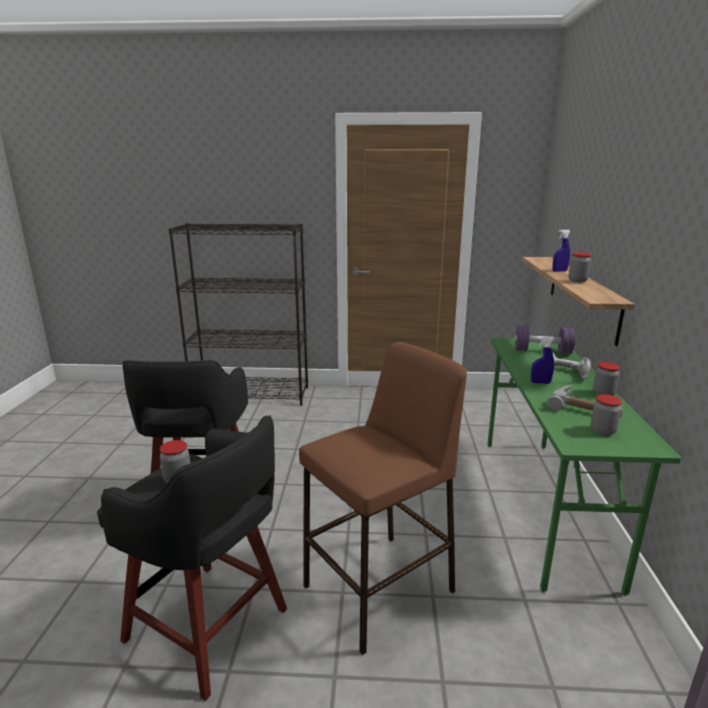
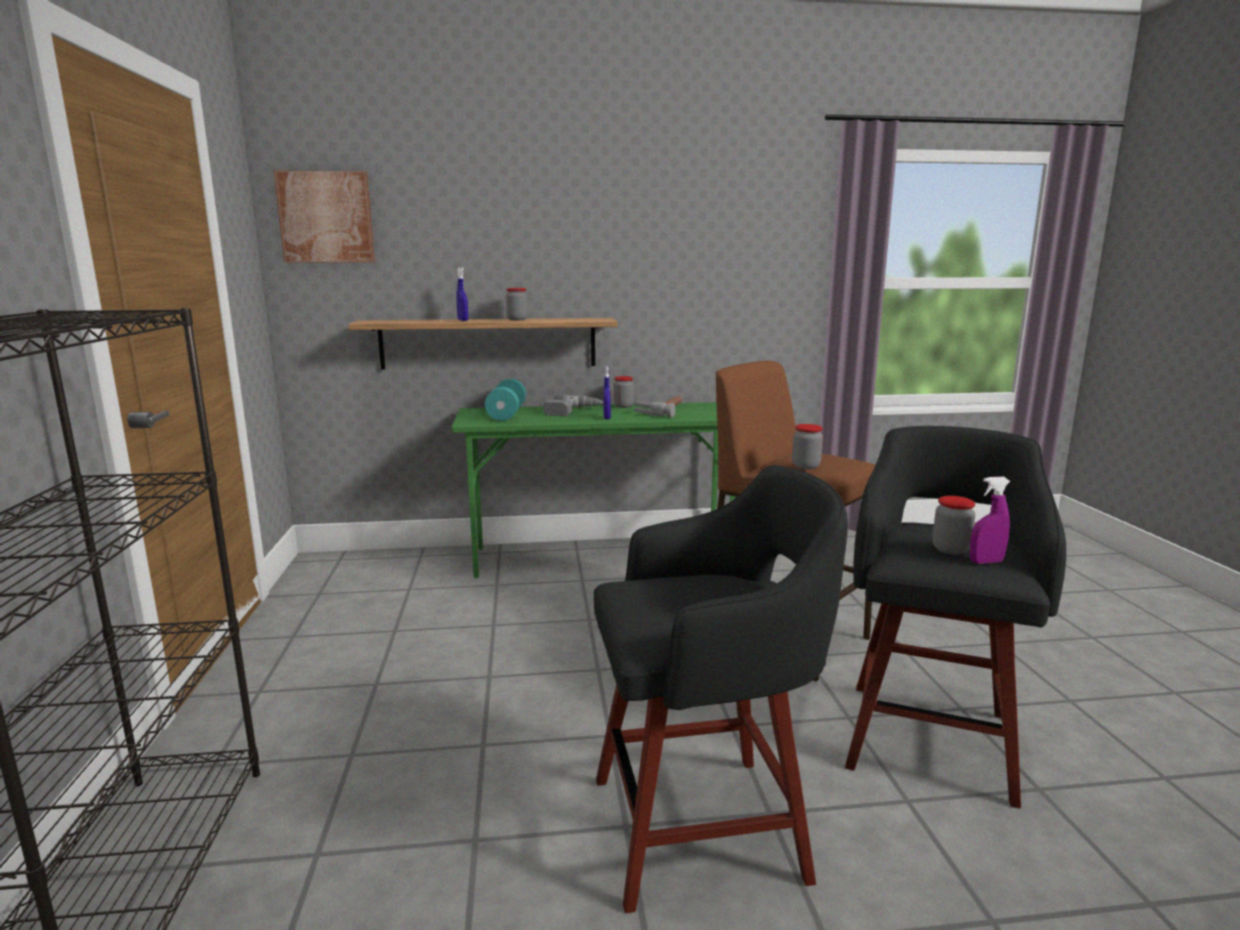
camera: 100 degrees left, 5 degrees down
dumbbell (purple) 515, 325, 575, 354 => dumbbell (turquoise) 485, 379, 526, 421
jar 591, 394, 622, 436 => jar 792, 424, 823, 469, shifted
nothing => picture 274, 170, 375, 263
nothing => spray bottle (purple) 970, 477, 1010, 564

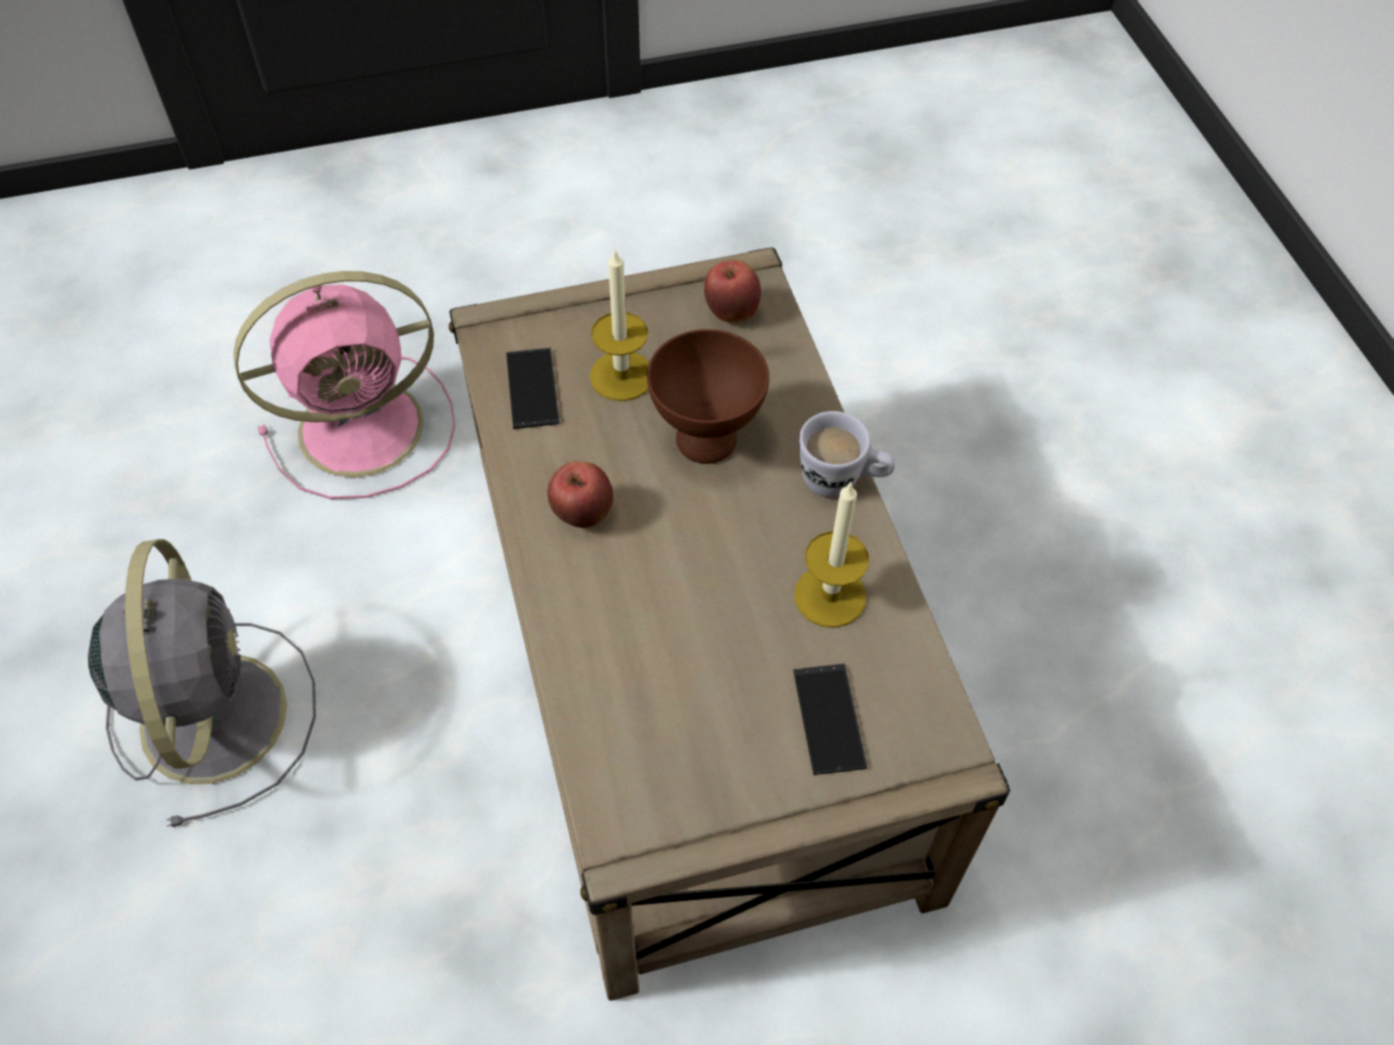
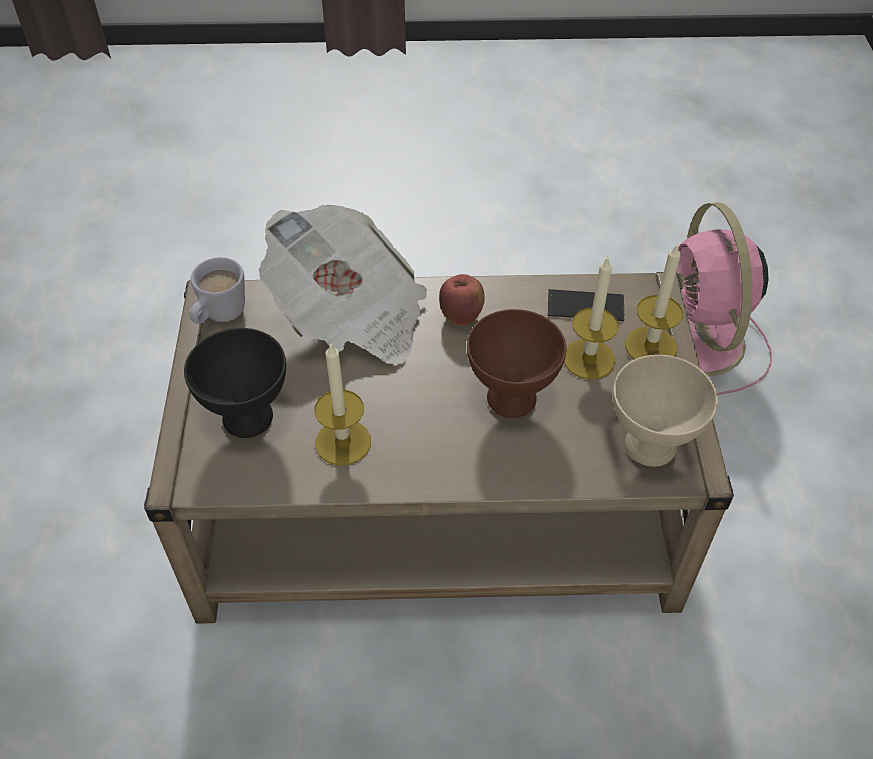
camera: 105 degrees right, 5 degrees down
fan (grey) 88, 539, 316, 827 => nothing
apple 704, 260, 761, 323 => bowl (beige) 613, 354, 718, 467
phone 793, 664, 868, 775 => bowl (black) 184, 328, 286, 438
mug (white) 799, 411, 895, 497 => mug (white) 189, 257, 245, 324, shifted
nothing => newspaper 259, 205, 427, 365
nothing => candle 625, 243, 683, 359

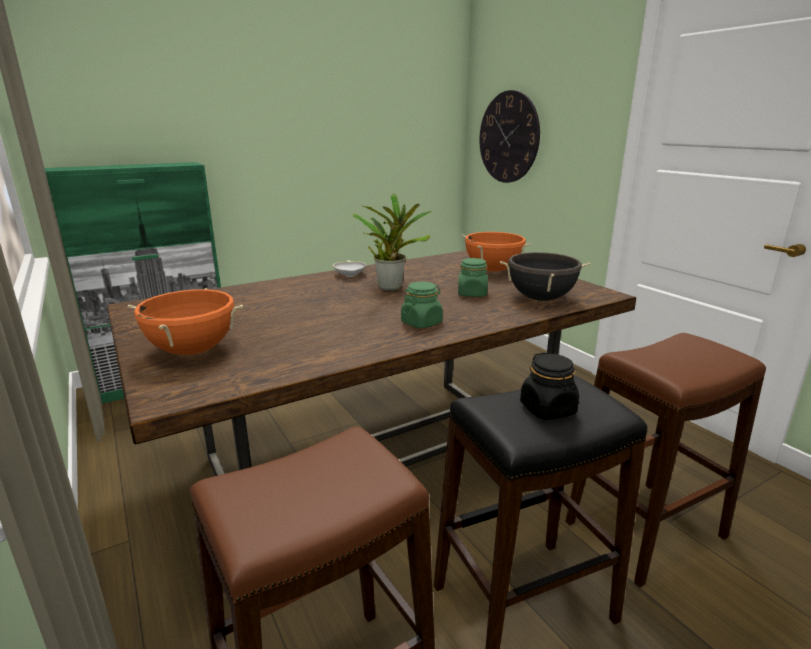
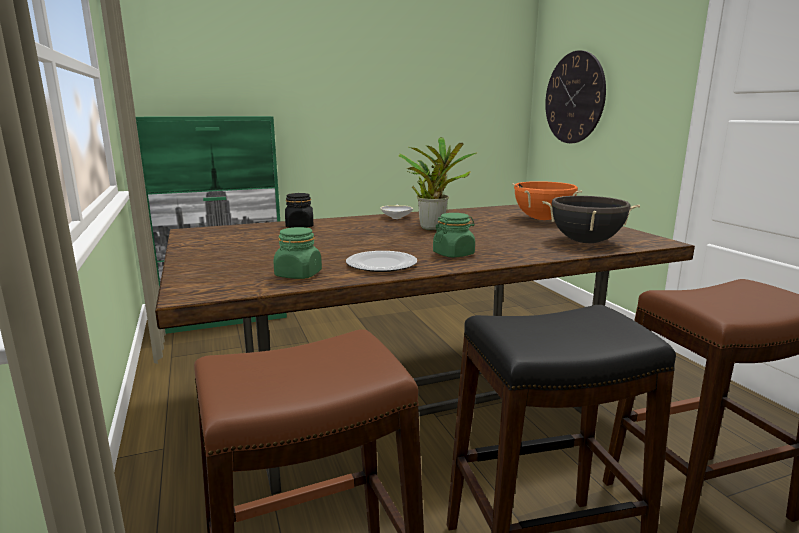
camera: 10 degrees right, 5 degrees down
cooking pot (orange) 128, 288, 243, 355 => nothing
jar (green) 458, 258, 488, 297 => jar (green) 273, 227, 322, 279, shifted
jar (black) 520, 353, 579, 420 => jar (black) 285, 193, 314, 228, shifted
nothing => plate 346, 251, 417, 272

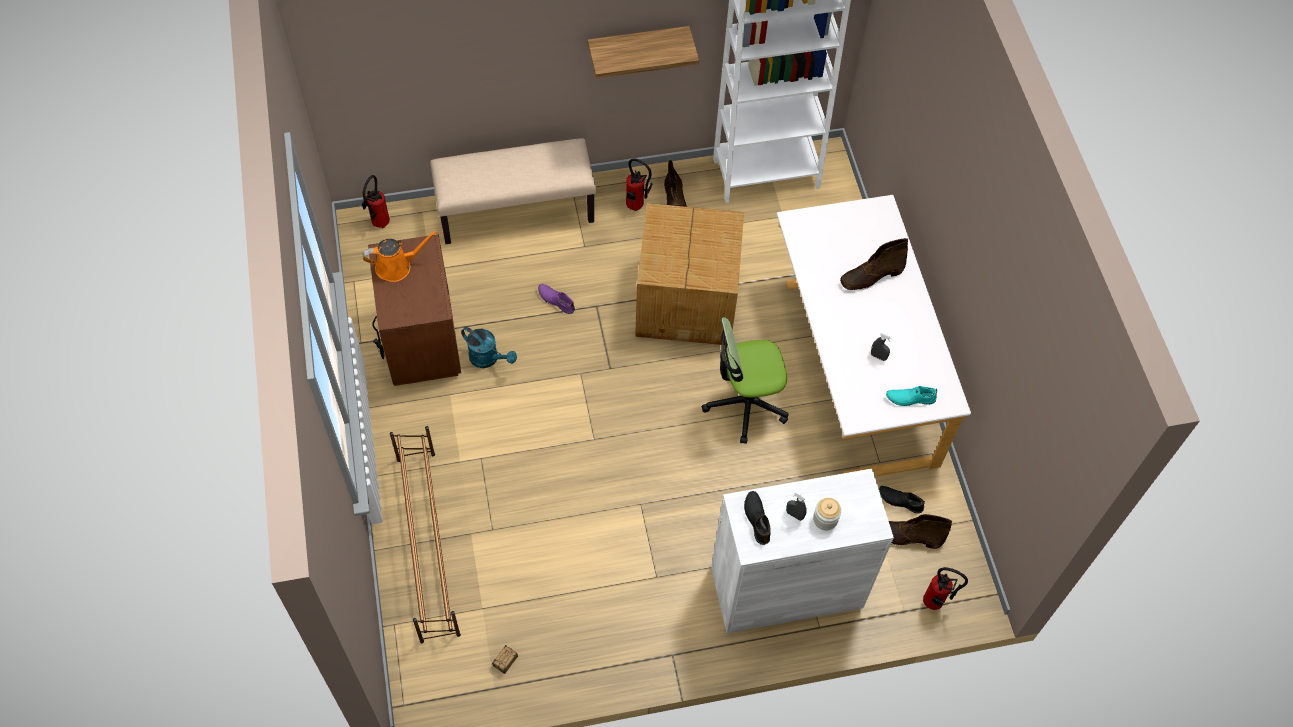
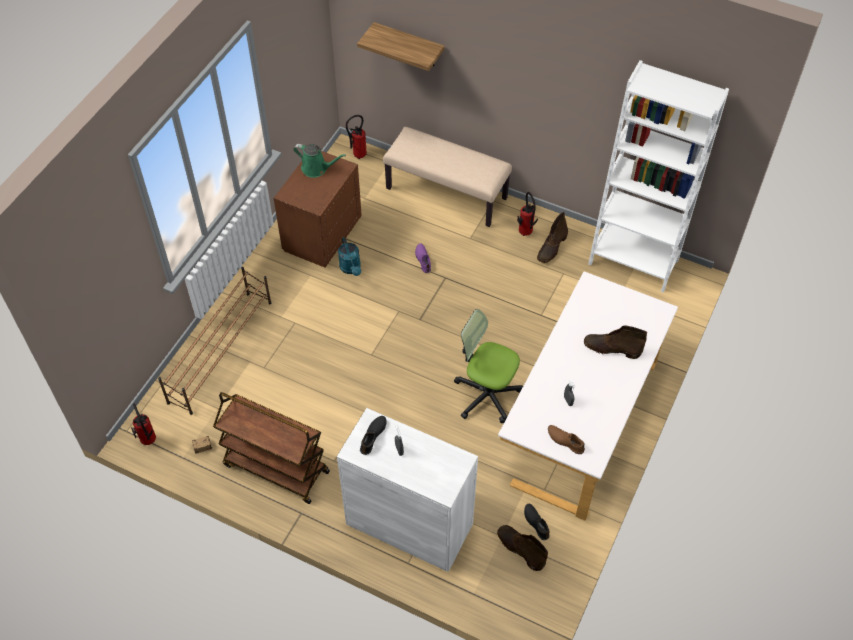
camera: 40 degrees right, 5 degrees down
watering can (orange) 362, 230, 438, 282 => watering can (green) 294, 144, 346, 178
shelf 588, 26, 699, 78 => shelf 357, 22, 445, 71, shifted
cardboard box 635, 203, 744, 345 => nothing
jar 813, 498, 841, 530 => nothing
shoe (turquoise) 886, 386, 937, 406 => shoe (brown) 548, 425, 585, 454
fire extinguisher 923, 567, 968, 610 => fire extinguisher 131, 404, 156, 445, shifted
nothing => cart (brown) 213, 392, 330, 504

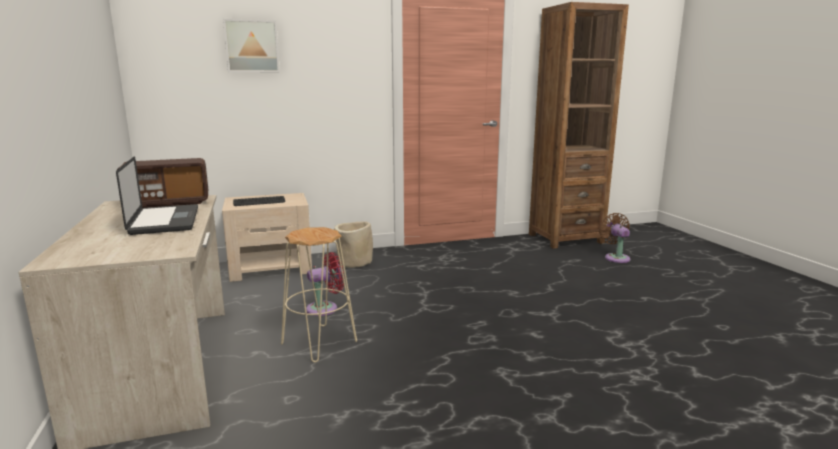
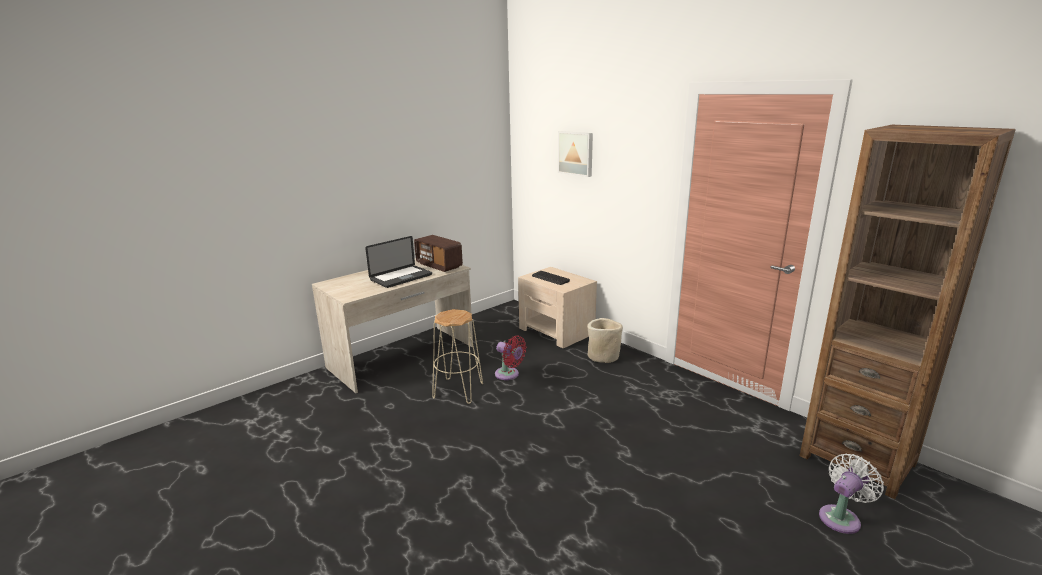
camera: 65 degrees right, 5 degrees up
fan (brown) 599, 213, 631, 263 => fan (white) 819, 454, 884, 534

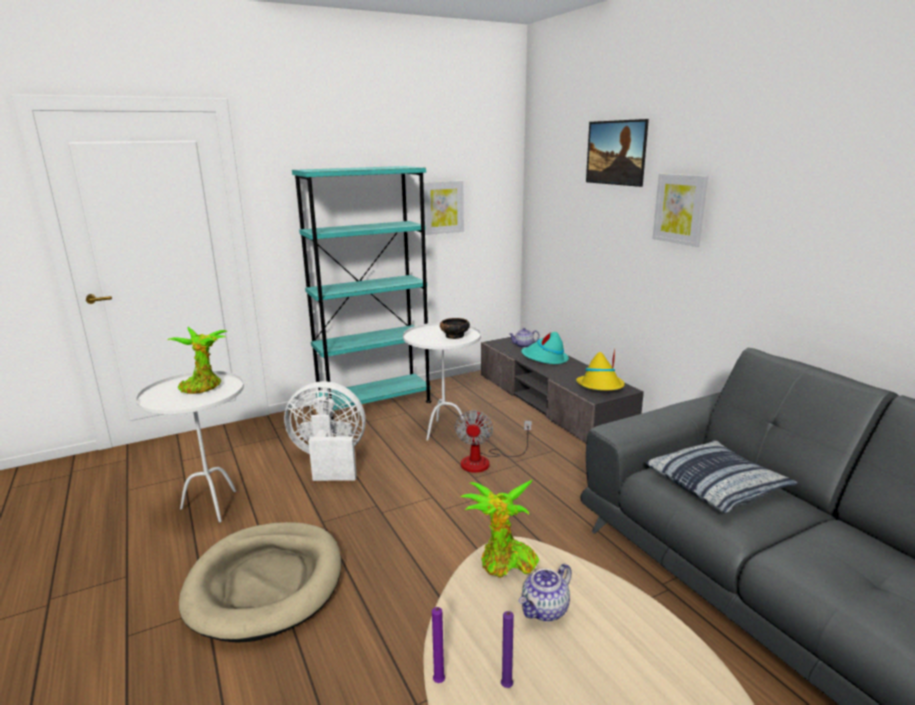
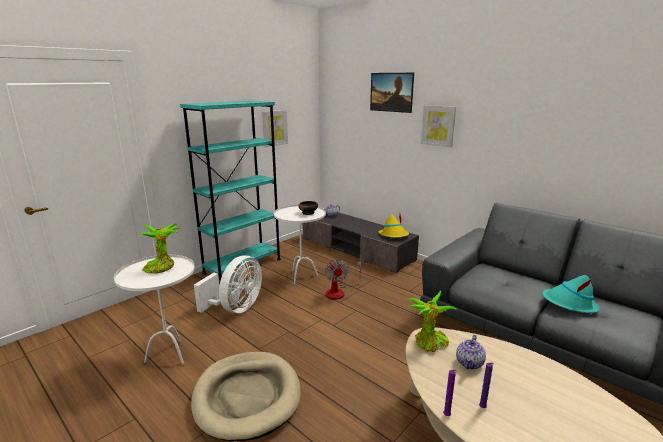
camera: 20 degrees left, 0 degrees up
fan (white) 284, 381, 366, 481 => fan (white) 194, 255, 262, 313, 135 degrees clockwise
hat (turquoise) 521, 332, 569, 364 => hat (turquoise) 542, 275, 599, 313, shifted
pillow 646, 440, 798, 514 => nothing

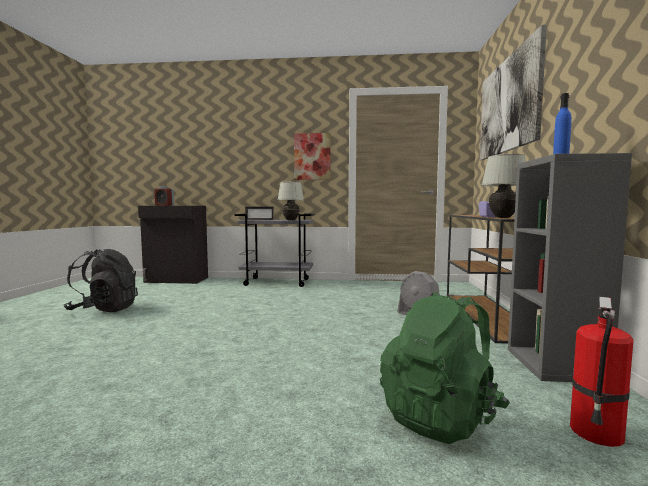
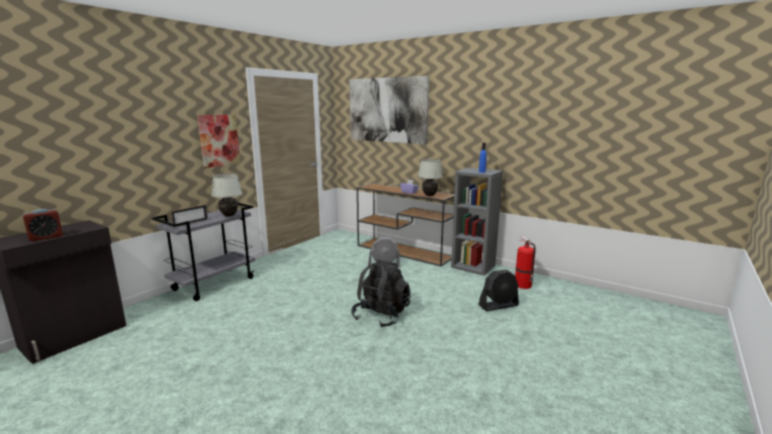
camera: 60 degrees left, 10 degrees up
backpack (black) 64, 249, 138, 312 => backpack (black) 351, 259, 411, 328, shifted
backpack (green) 380, 292, 510, 444 => fan (black) 479, 270, 519, 311

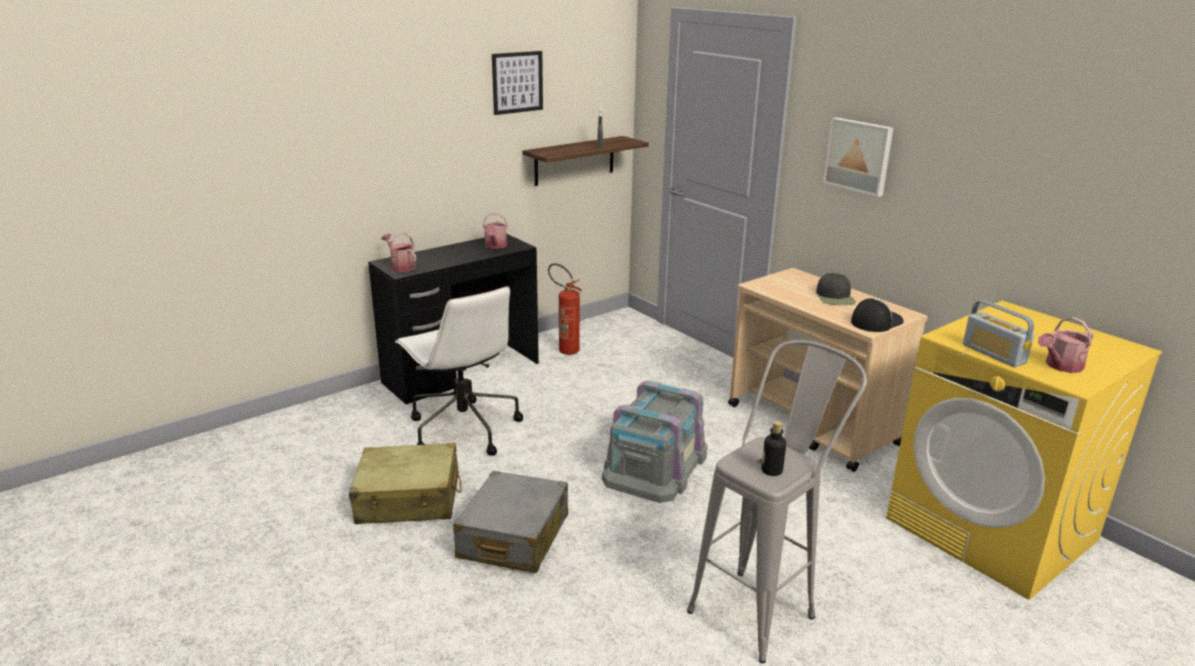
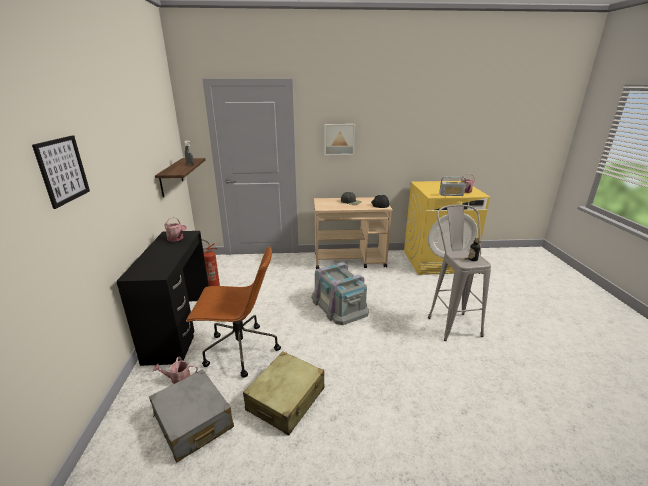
camera: 55 degrees left, 0 degrees up
watering can 381, 233, 416, 272 => watering can 153, 357, 198, 384, shifted
office chair (white) 395, 286, 523, 456 => office chair (brown) 186, 246, 281, 378
suitcase (grey) 453, 471, 568, 573 => suitcase (grey) 149, 369, 234, 462, shifted
picture 492, 51, 543, 115 => picture 32, 135, 90, 209, shifted

